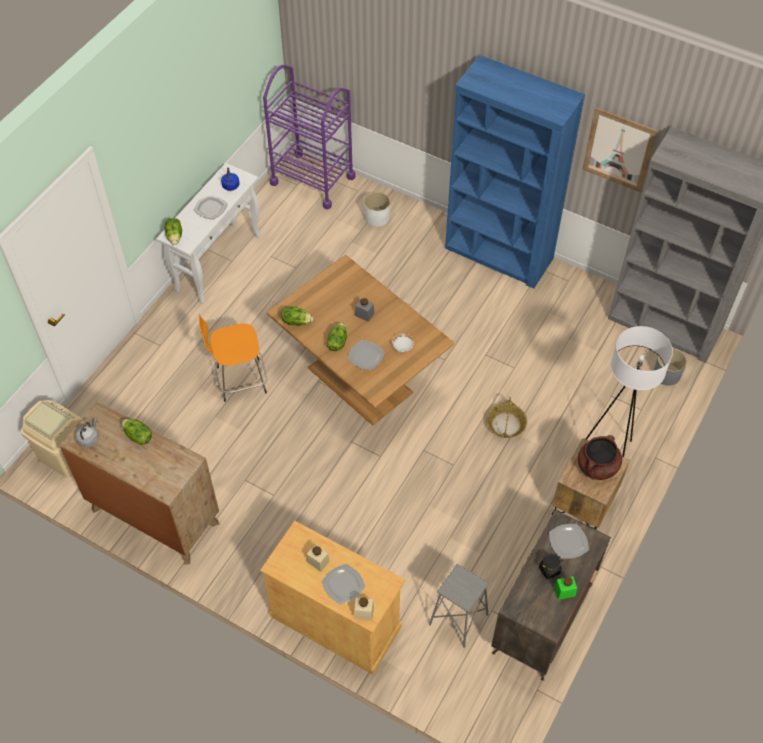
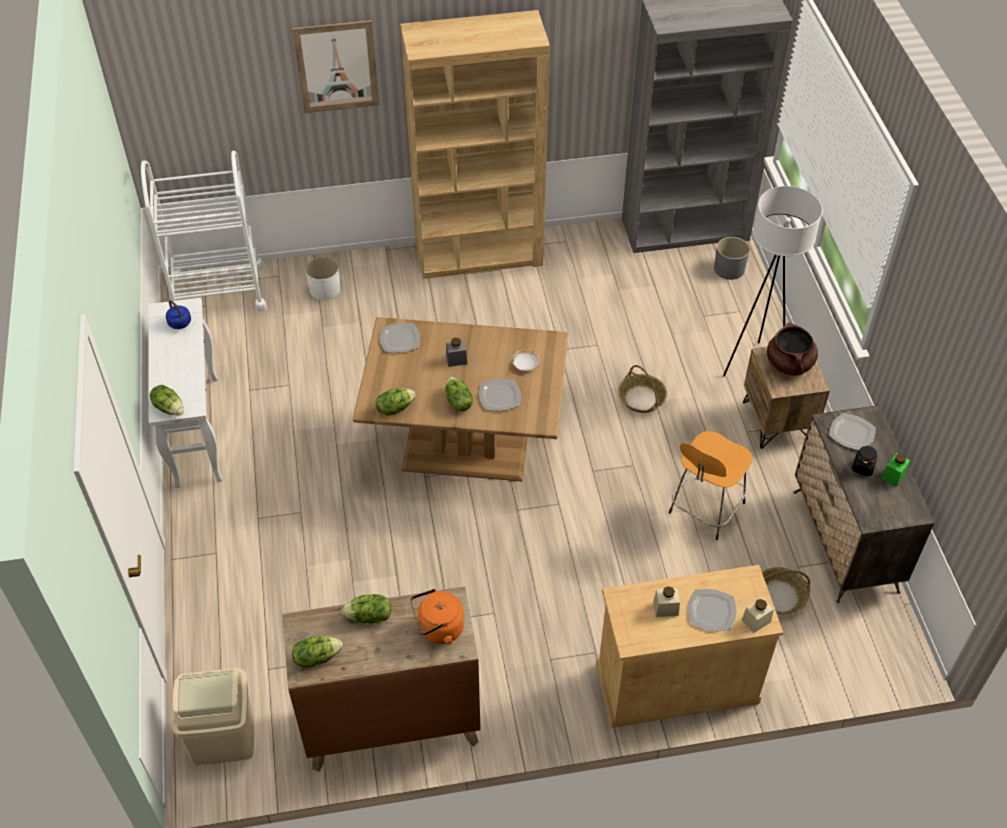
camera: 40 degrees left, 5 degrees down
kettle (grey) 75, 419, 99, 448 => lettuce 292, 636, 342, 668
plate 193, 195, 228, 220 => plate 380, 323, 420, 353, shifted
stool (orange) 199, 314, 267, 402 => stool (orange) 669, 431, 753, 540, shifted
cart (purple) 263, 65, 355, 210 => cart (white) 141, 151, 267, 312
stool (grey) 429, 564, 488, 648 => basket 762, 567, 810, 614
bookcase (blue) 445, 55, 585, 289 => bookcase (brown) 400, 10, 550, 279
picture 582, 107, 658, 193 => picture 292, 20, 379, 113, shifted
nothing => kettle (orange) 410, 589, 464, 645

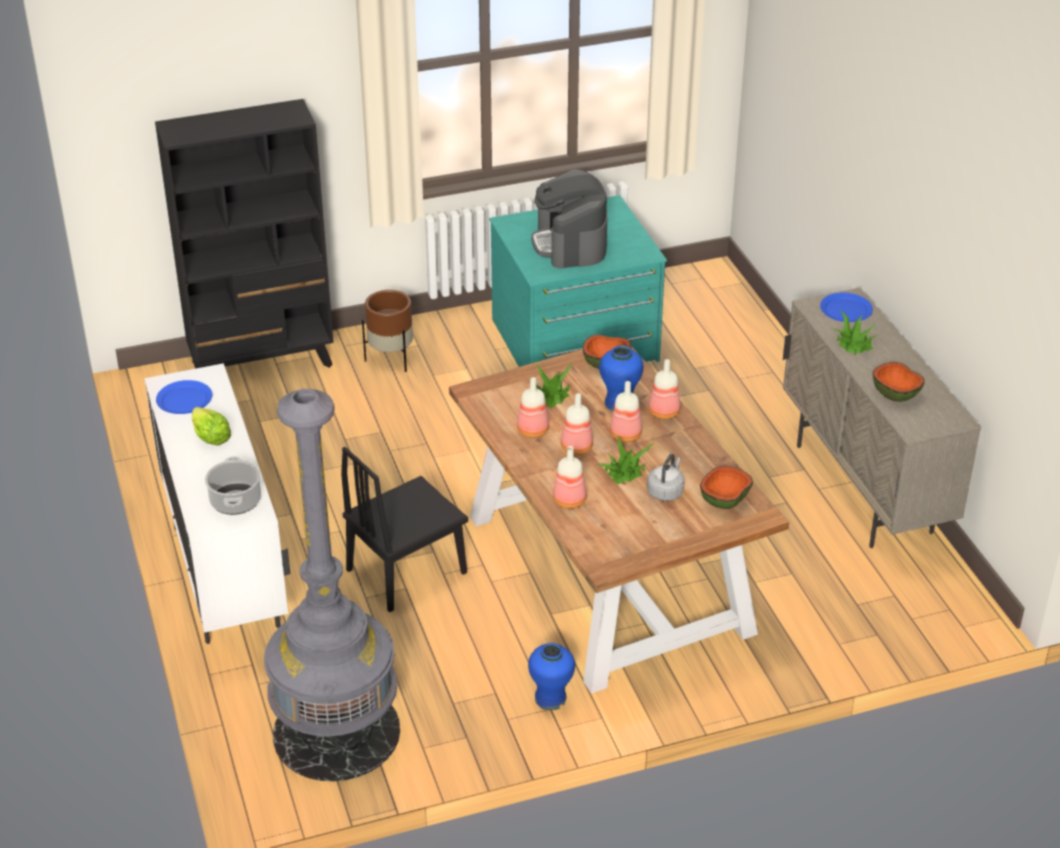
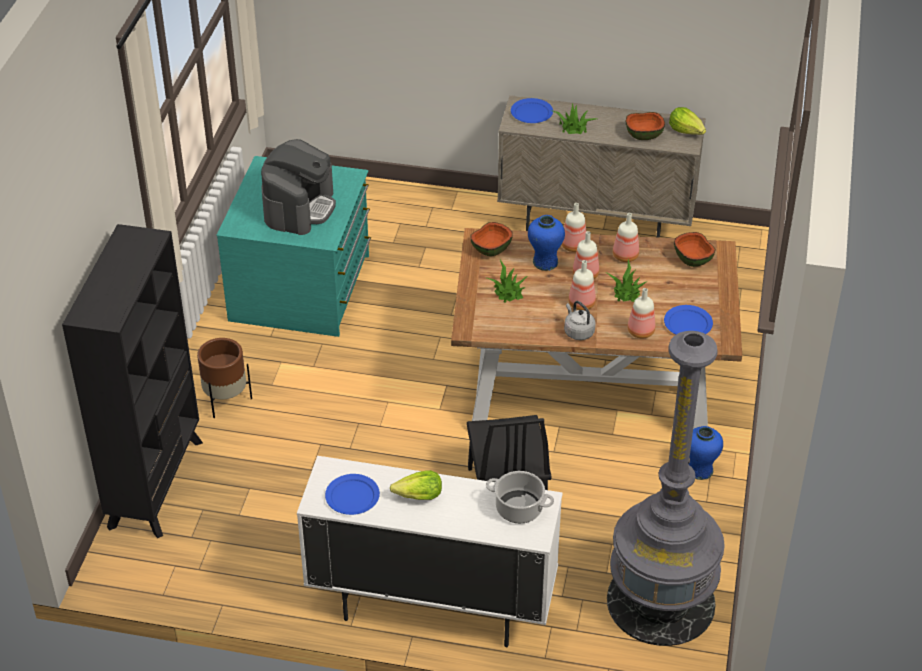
camera: 60 degrees left, 5 degrees up
bottle 517, 377, 549, 438 => bottle 613, 213, 639, 262, shifted
coffee machine 531, 169, 608, 269 => coffee machine 261, 139, 336, 235, 90 degrees counterclockwise
kettle (grey) 647, 454, 684, 501 => kettle (grey) 564, 301, 596, 340, shifted
nothing => plate (blue) 664, 305, 713, 335
nothing => lettuce 669, 107, 706, 135

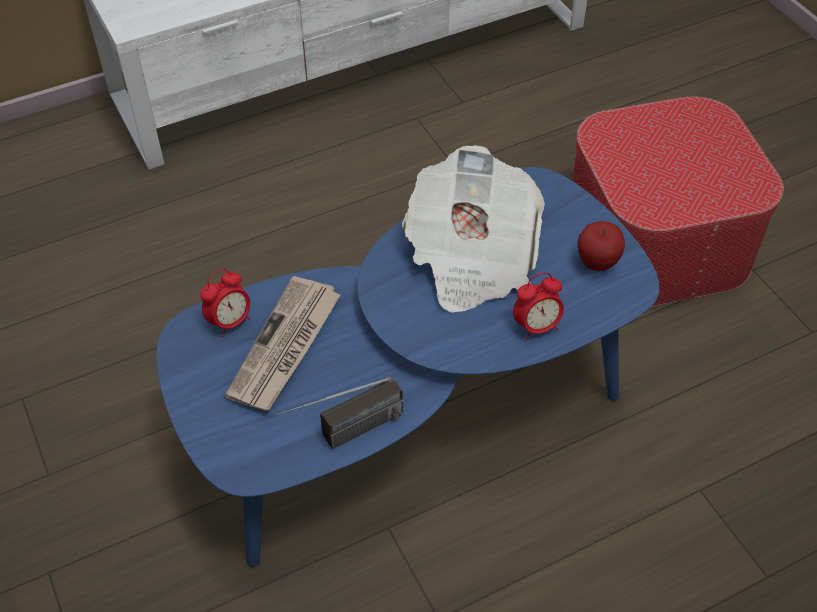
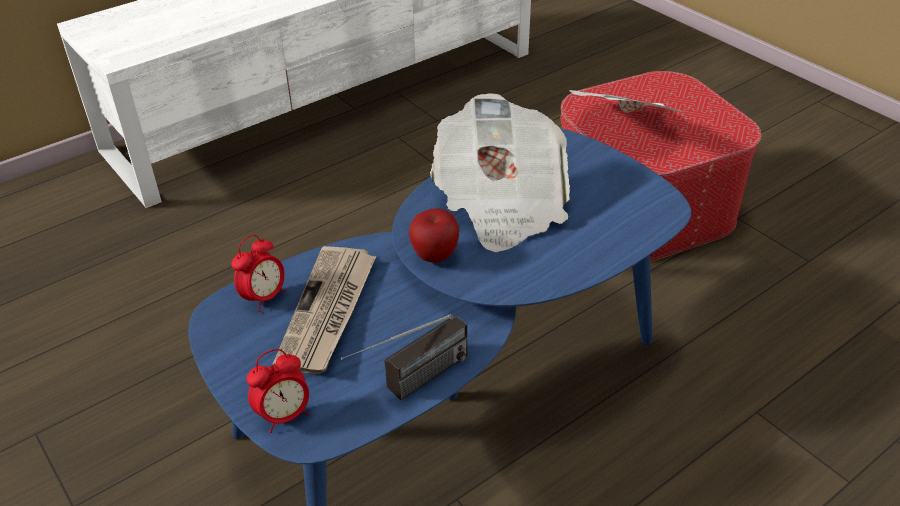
camera: 10 degrees left, 10 degrees down
alarm clock 513, 272, 564, 340 => alarm clock 246, 349, 309, 433, shifted
apple 578, 221, 625, 271 => apple 409, 208, 459, 263, shifted
nothing => newspaper 569, 90, 687, 114

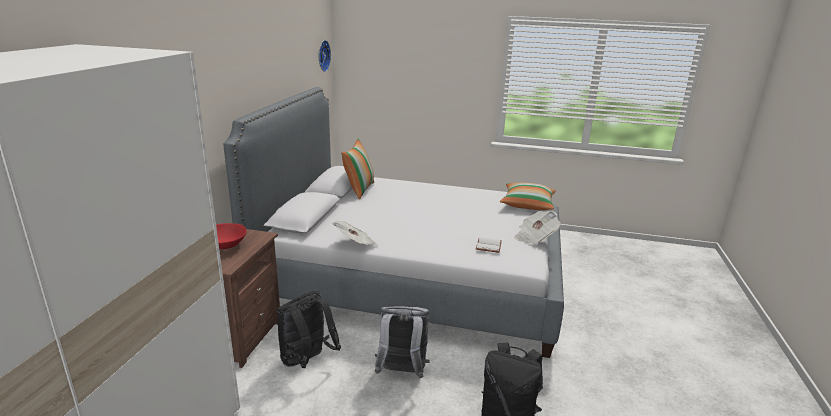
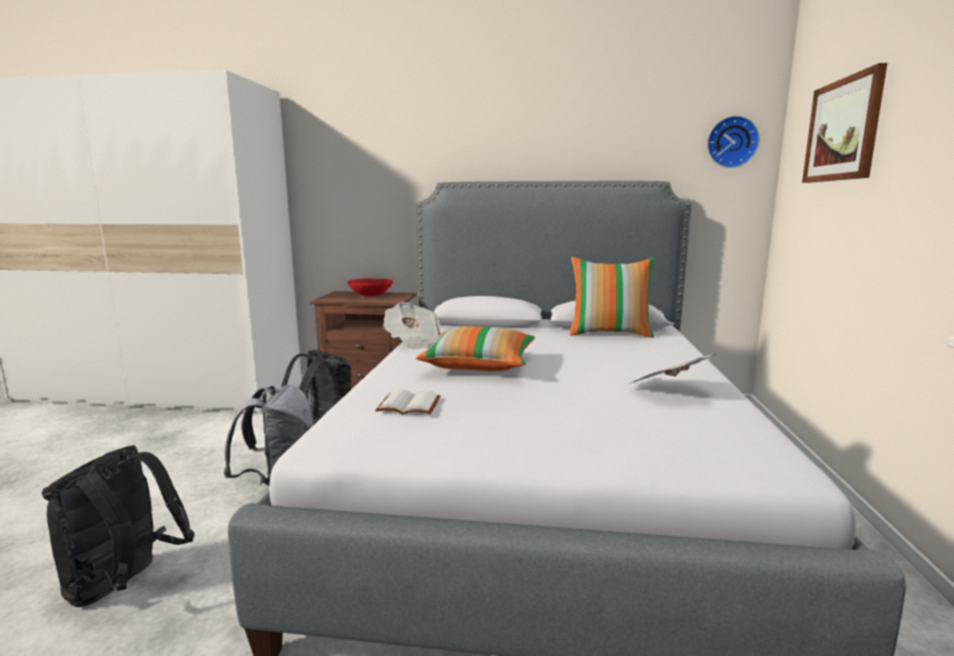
camera: 85 degrees right, 10 degrees down
pillow 500, 183, 556, 210 => pillow 416, 326, 535, 371, shifted
newspaper 514, 211, 560, 245 => newspaper 628, 353, 716, 384, shifted
nothing => picture 802, 63, 887, 183

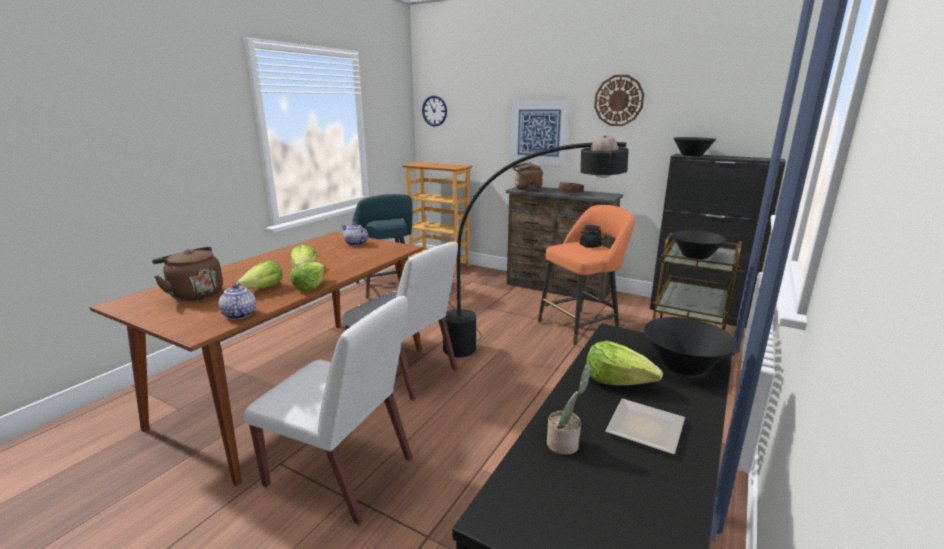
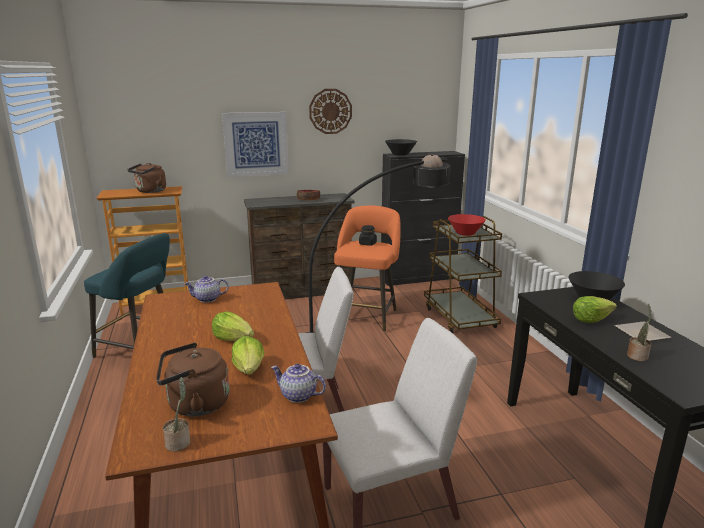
camera: 45 degrees left, 0 degrees up
lettuce 290, 262, 324, 291 => nothing
wall clock 422, 95, 447, 127 => nothing
kettle (brown) 512, 162, 543, 191 => kettle (brown) 127, 163, 166, 193, shifted
bowl (black) 672, 231, 727, 260 => bowl (red) 448, 214, 486, 236
nothing => potted plant 162, 377, 190, 452

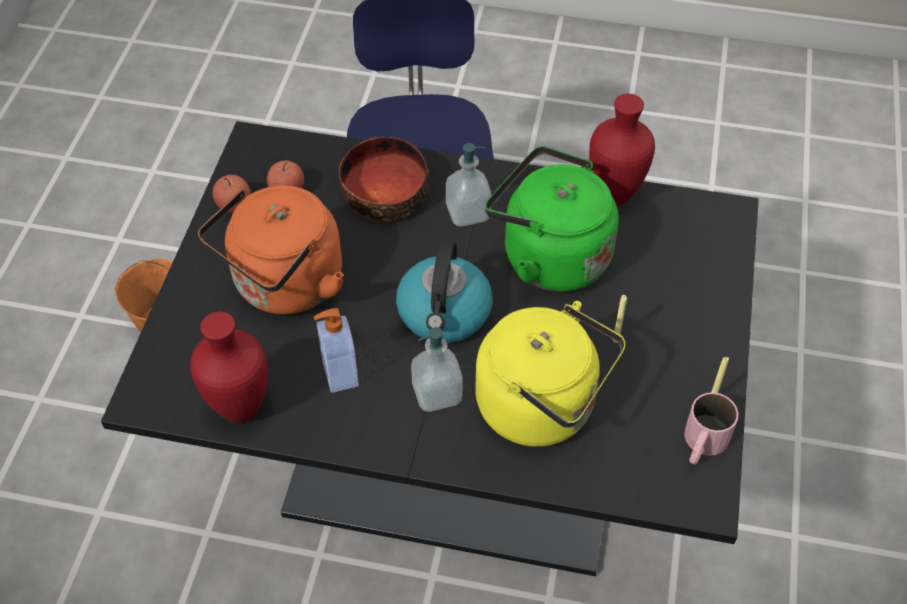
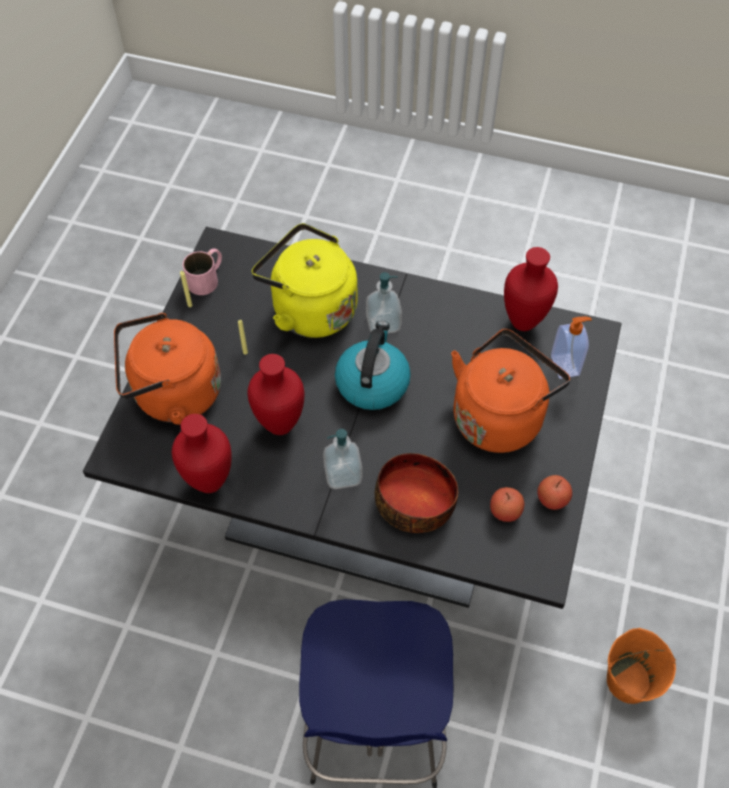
camera: 175 degrees left, 5 degrees up
soap dispenser 314, 308, 359, 393 => soap dispenser 551, 317, 592, 379, shifted
kettle (green) 485, 146, 619, 292 => vase (red) 247, 354, 304, 435
nothing => kettle (orange) 114, 313, 221, 425

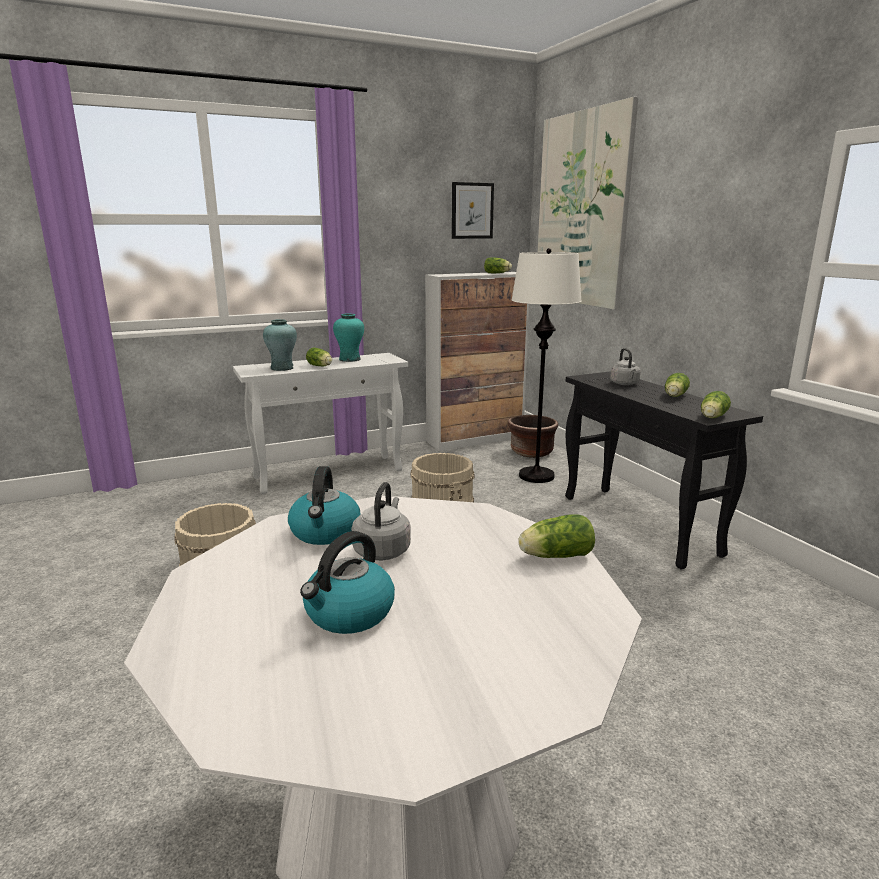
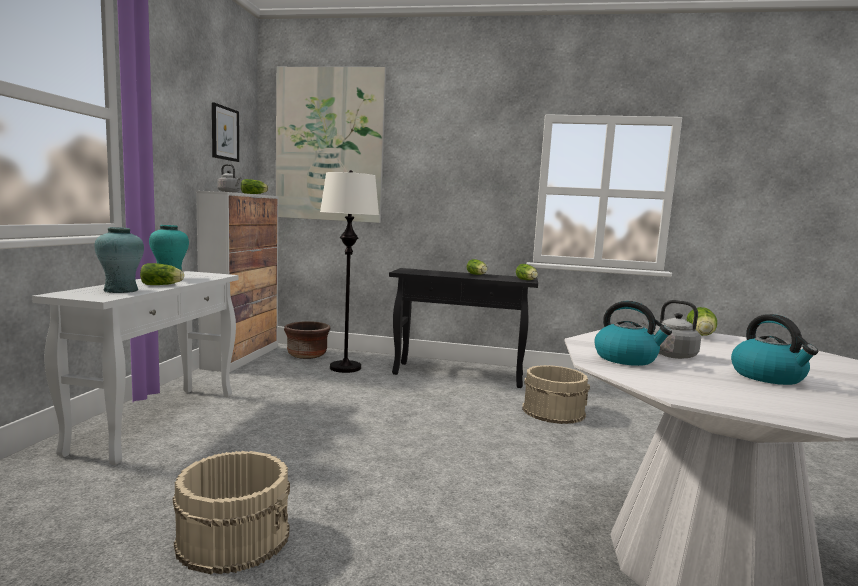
camera: 55 degrees left, 10 degrees down
bucket (beige) 410, 453, 474, 502 => bucket (beige) 522, 365, 590, 424, shifted
kettle (grey) 610, 348, 641, 385 => kettle (grey) 217, 164, 242, 193, shifted

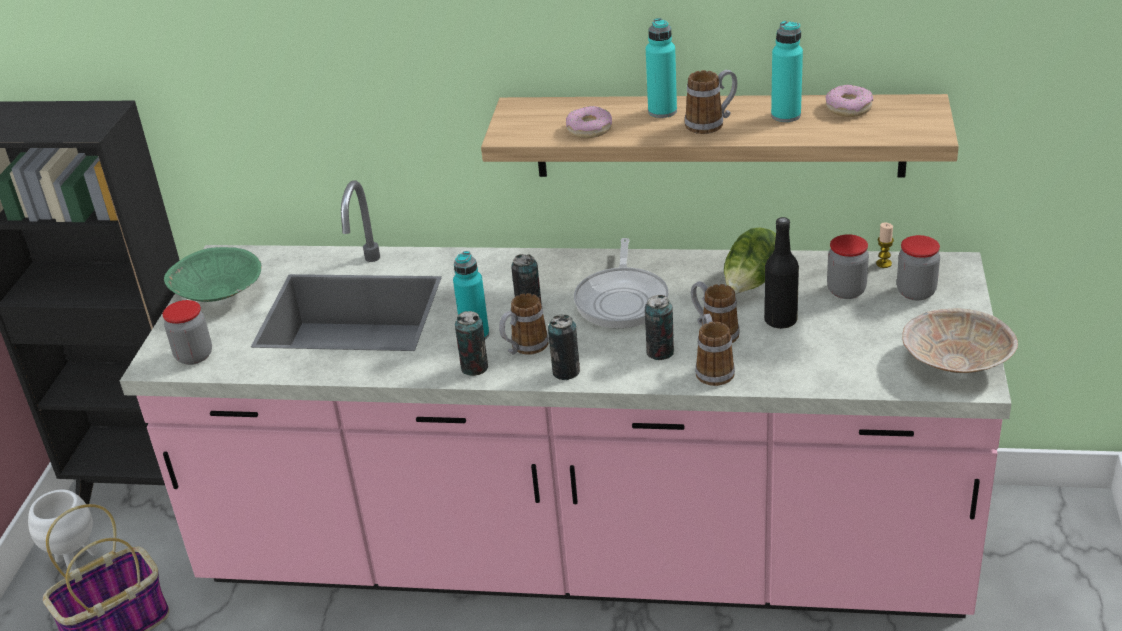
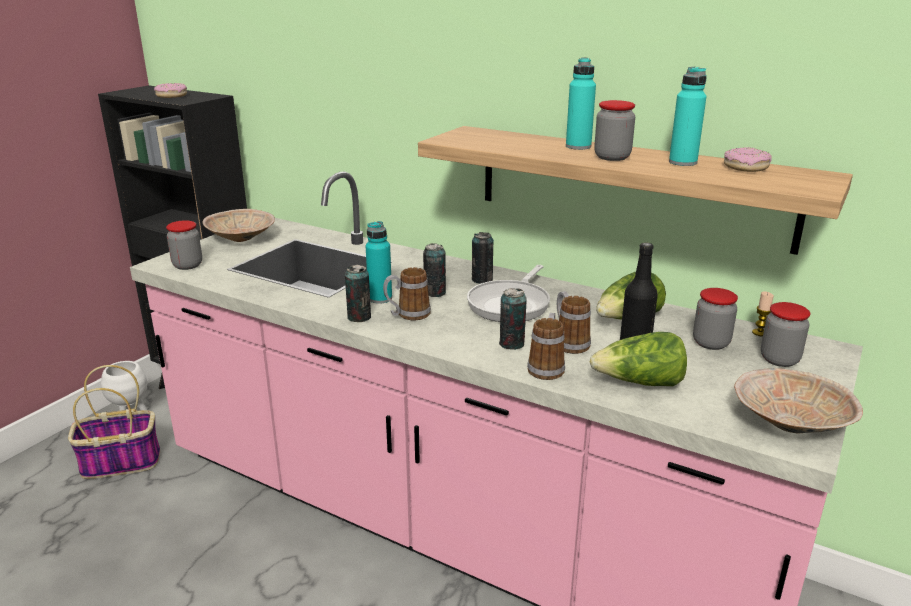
camera: 20 degrees right, 10 degrees down
bowl (green) 164, 247, 261, 302 => bowl (beige) 203, 209, 275, 242
can 548, 315, 580, 380 => can 472, 232, 494, 284, shifted
donut 566, 106, 612, 138 => donut 154, 83, 187, 98, shifted
mug 685, 70, 737, 134 => jar 594, 100, 635, 161
nothing => lettuce 590, 332, 687, 386

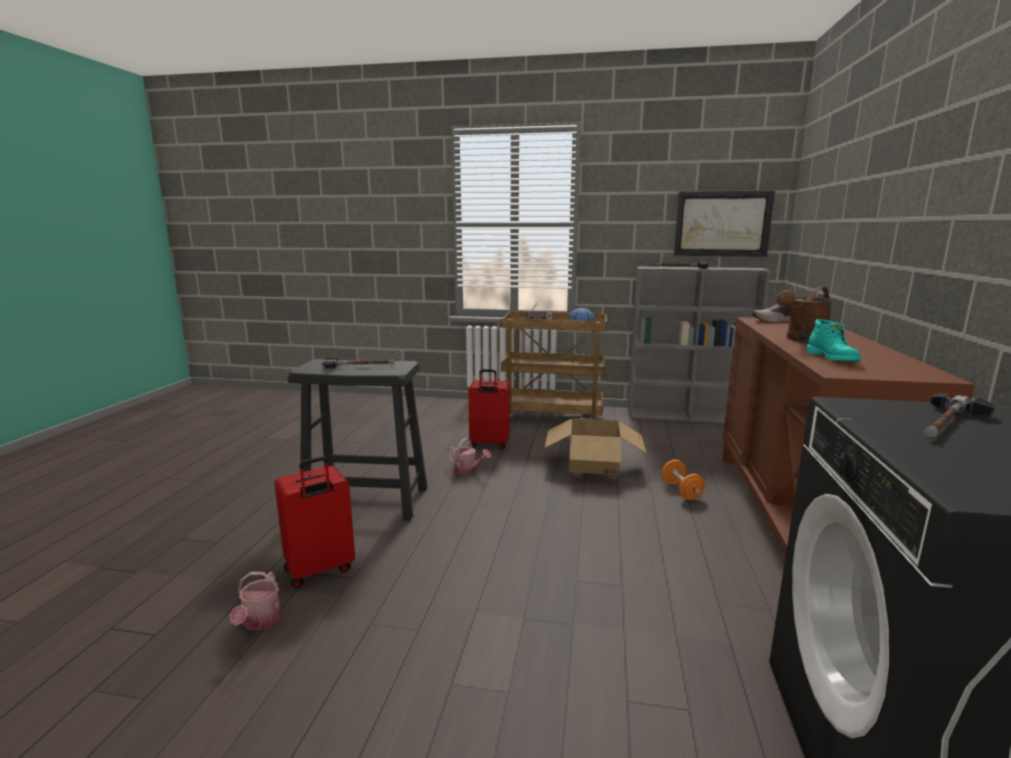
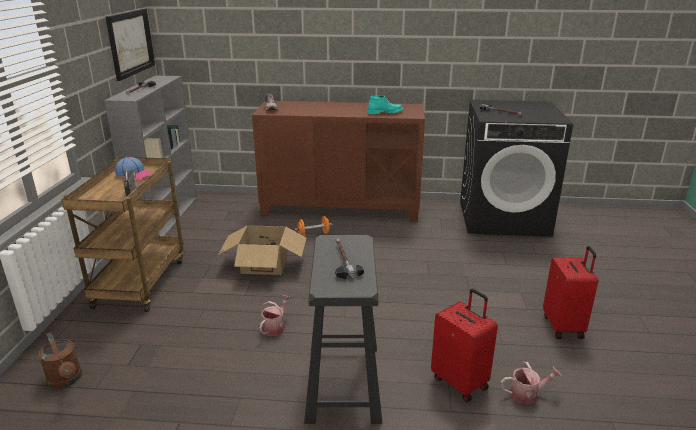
camera: 95 degrees left, 10 degrees up
suitcase (red) 468, 369, 510, 449 => suitcase (red) 543, 246, 598, 339, shifted
watering can (brown) 776, 287, 833, 342 => watering can (brown) 38, 332, 82, 389, shifted

